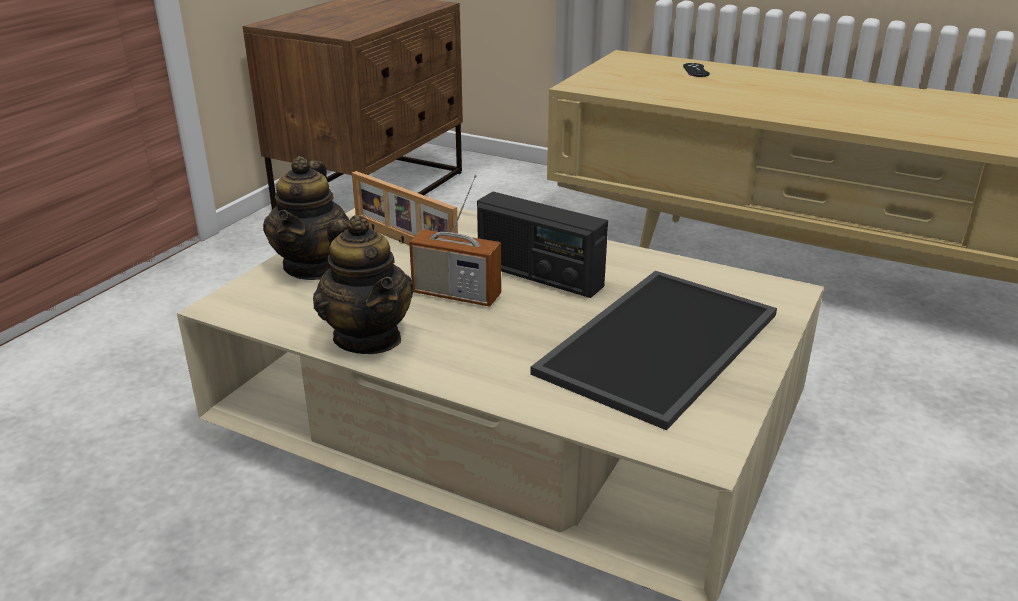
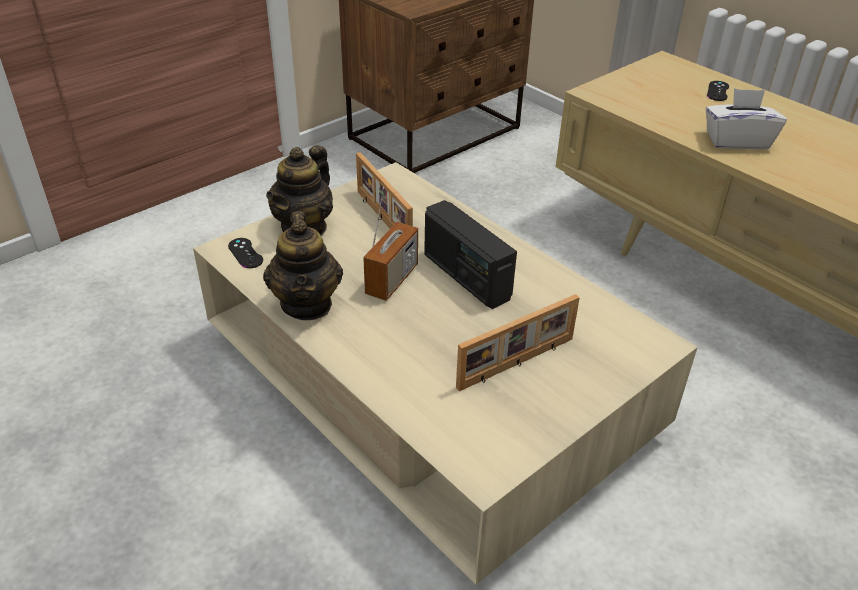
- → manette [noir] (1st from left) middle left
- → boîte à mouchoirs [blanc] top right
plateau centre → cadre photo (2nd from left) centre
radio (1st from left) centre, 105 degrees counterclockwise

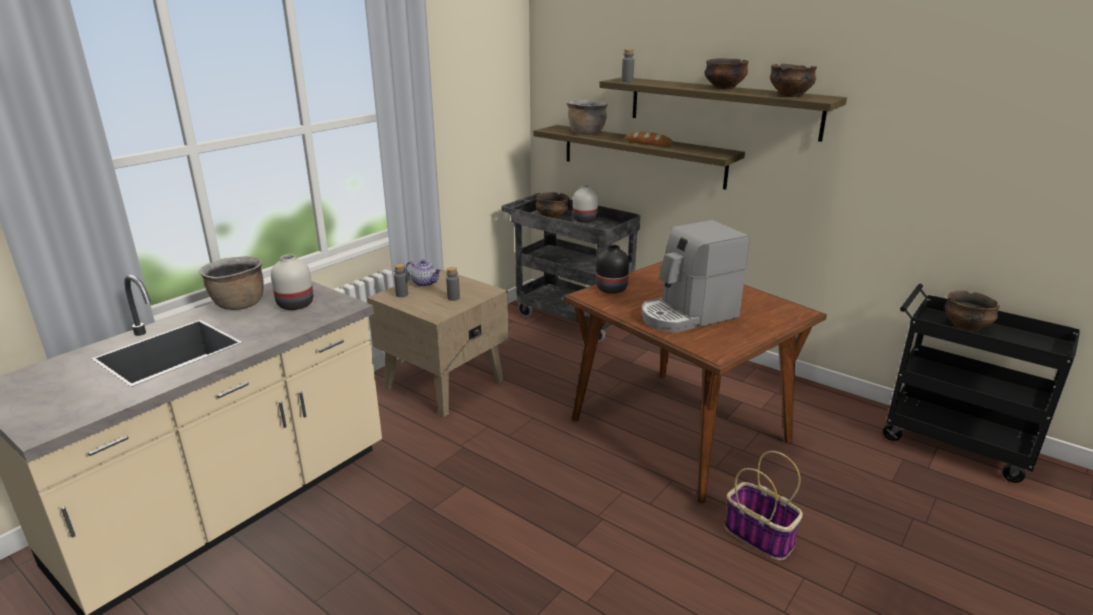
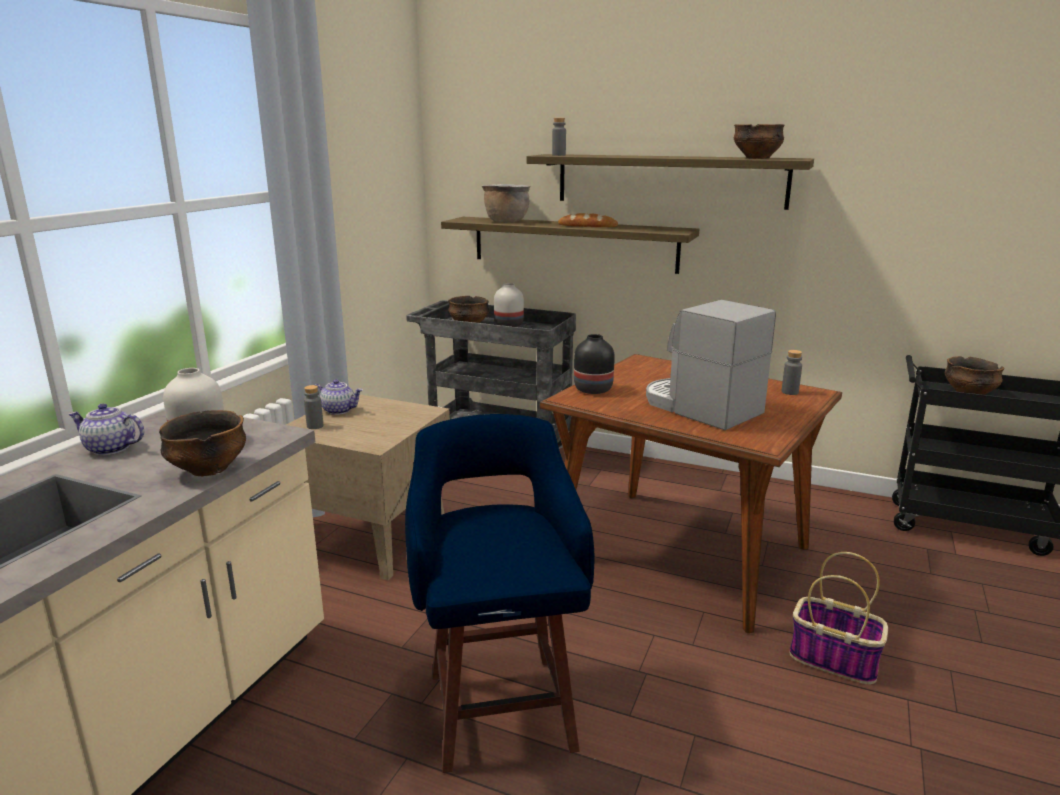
- → tabouret [bleu] bottom centre
bouteille [gris] (2nd from left in the first image) centre → bouteille [gris] (3rd from left) middle right, moved
bol (2nd from left in the first image) top centre → bol (1st from left) middle left, moved
marmite [marron] (1st from left) middle left → théière (1st from left) middle left
machine à café centre → machine à café middle right, 90 degrees clockwise

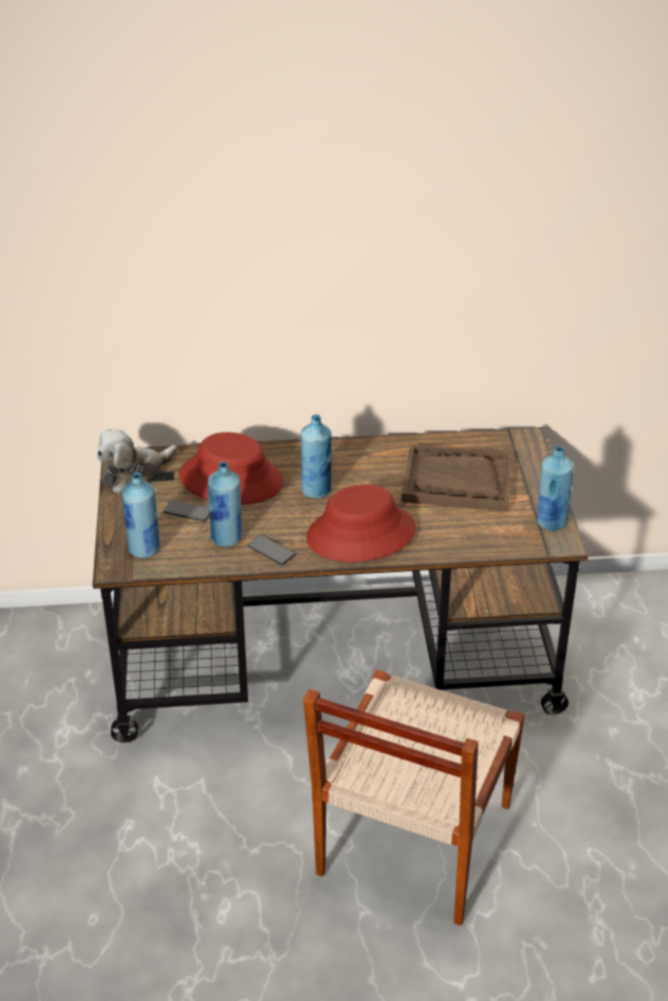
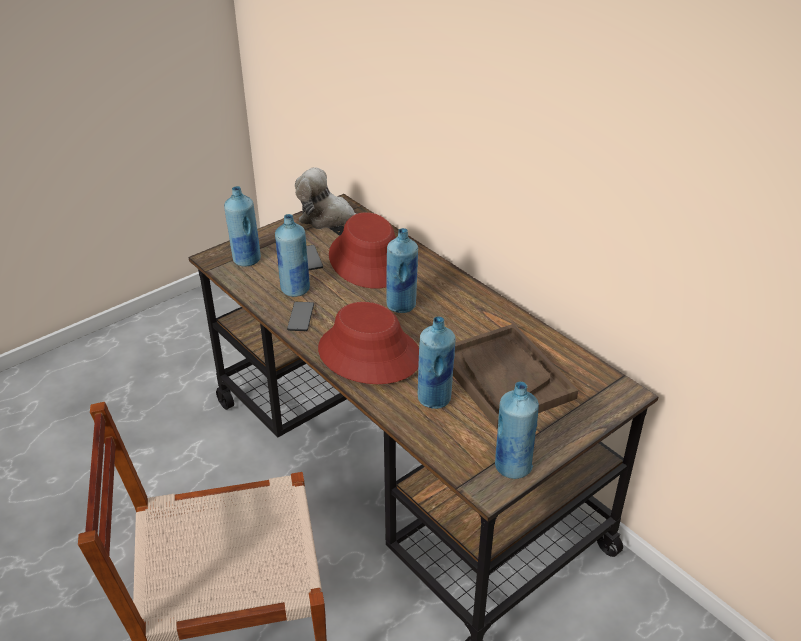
- → bouteille [bleu] (4th from left) centre

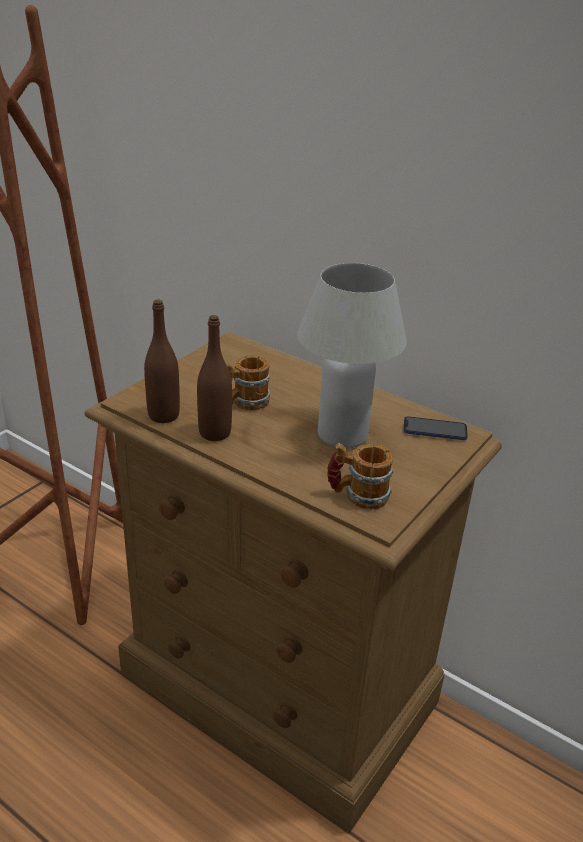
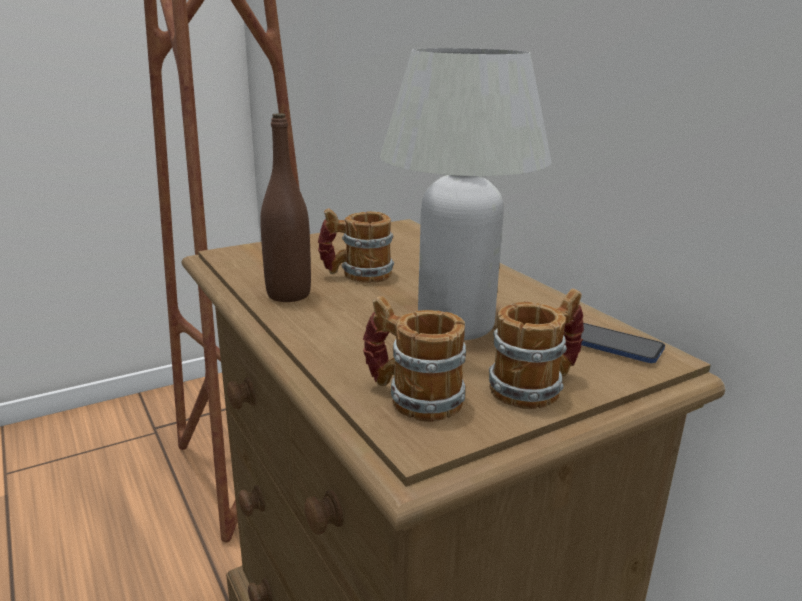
bouteille [marron] (1st from left) middle left → -
- → mug (3rd from left) middle right

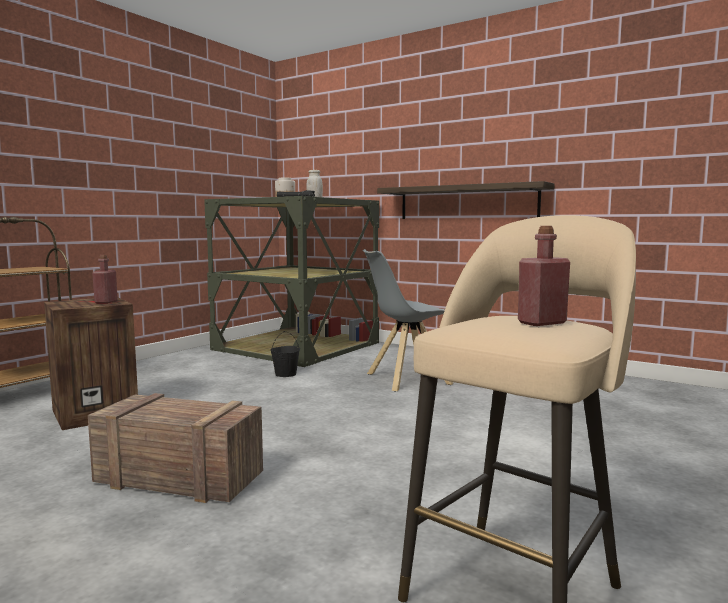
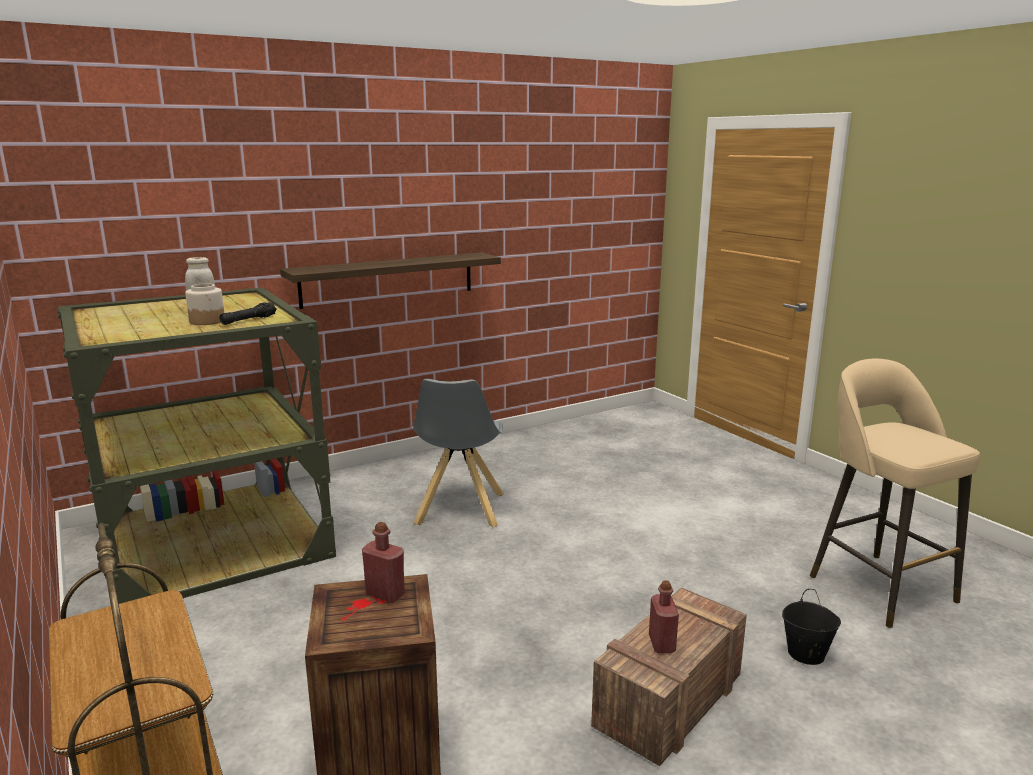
seau [noir] centre → seau [noir] bottom right, moved
bouteille [rouge] (2nd from left) middle right → bouteille [rouge] (2nd from left) bottom centre, moved

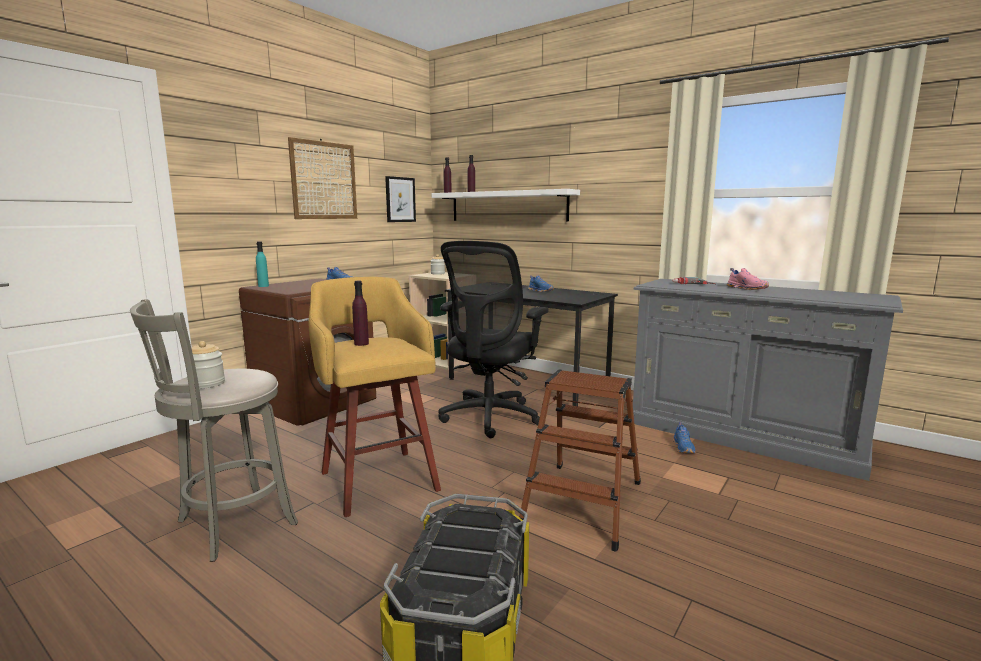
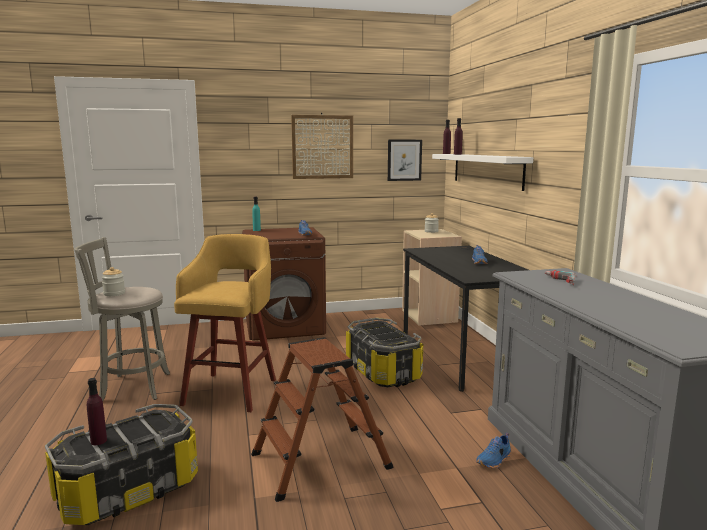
chaussure [rose] middle right → -
bouteille [violet] (1st from left) centre → bouteille [violet] (1st from left) bottom left, moved
chaise de bureau [noir] centre → boîte de rangement (2nd from left) centre

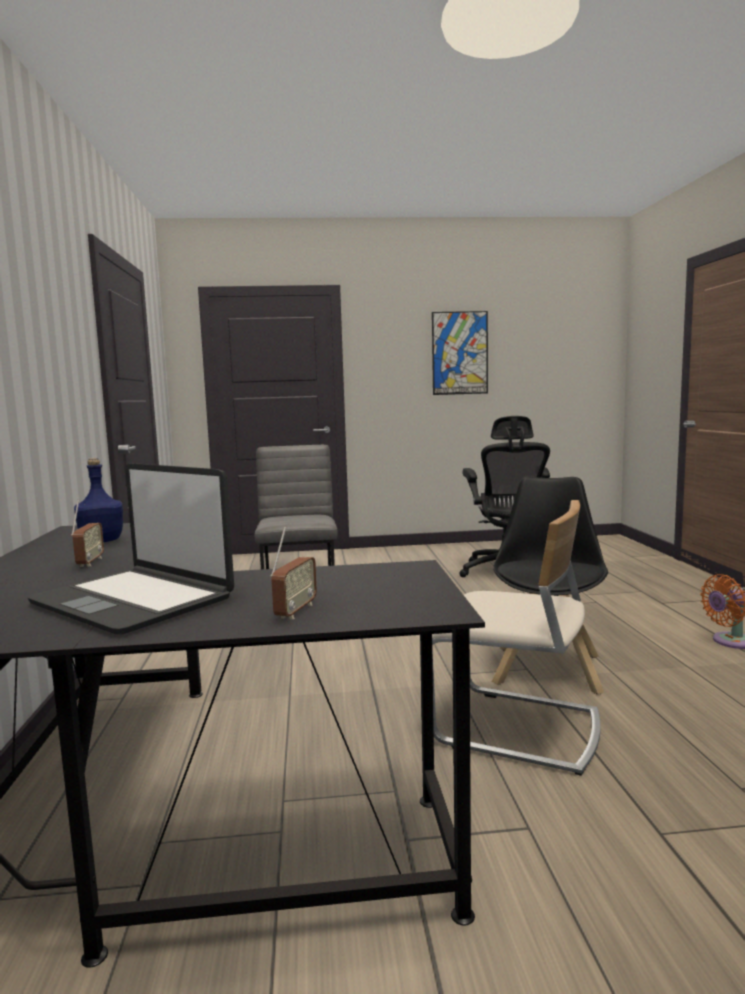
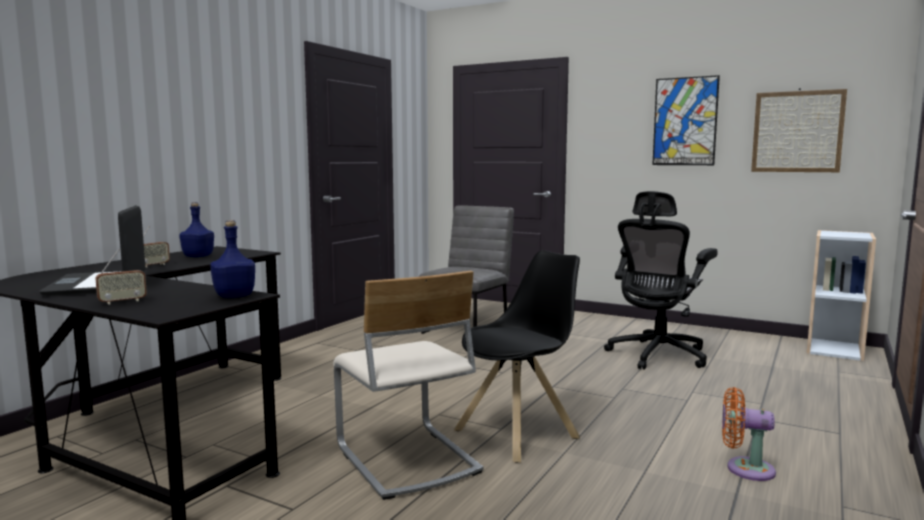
- → bouteille [bleu] (2nd from left) middle left
- → tableau (2nd from left) top right
- → bibliothèque middle right

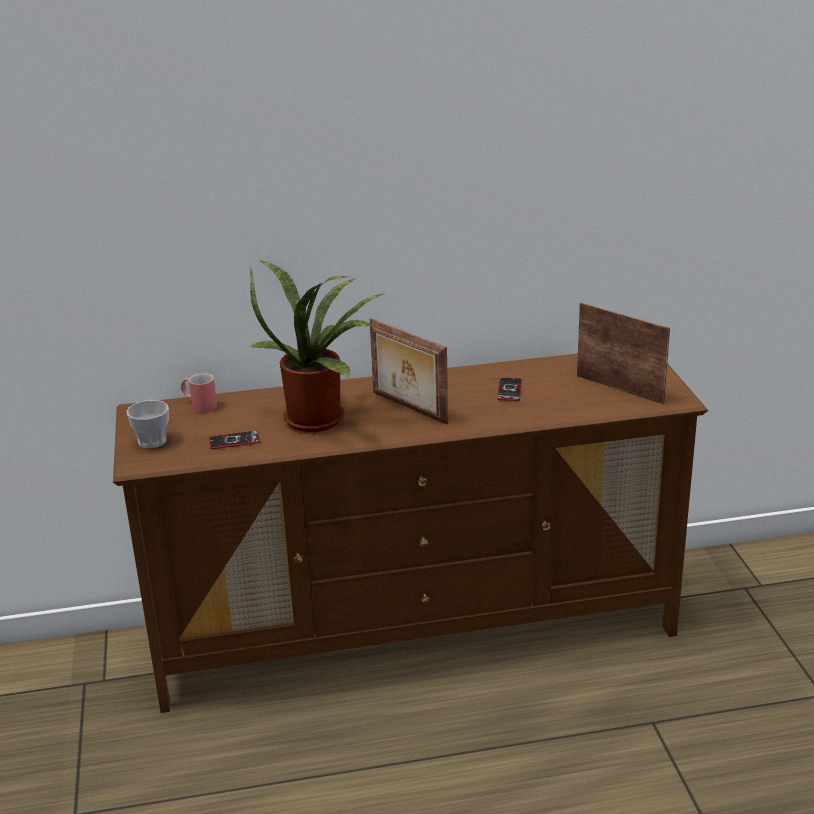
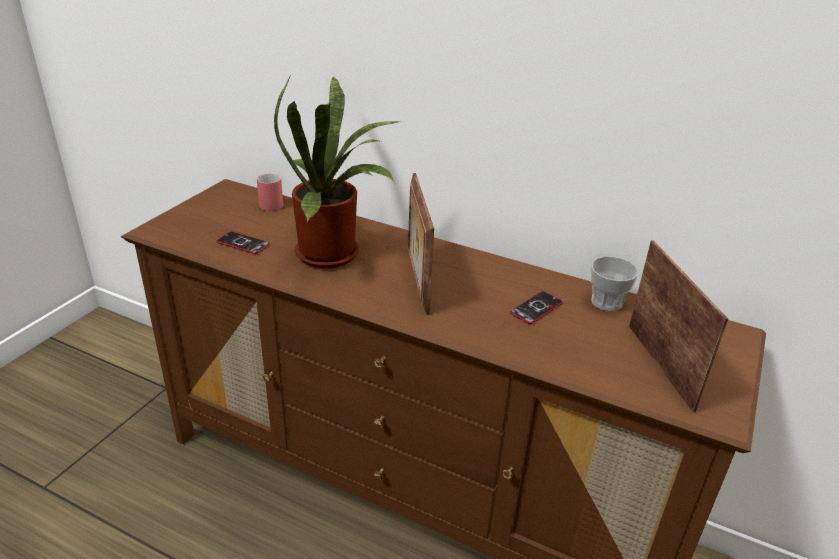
tasse middle left → tasse middle right, moved

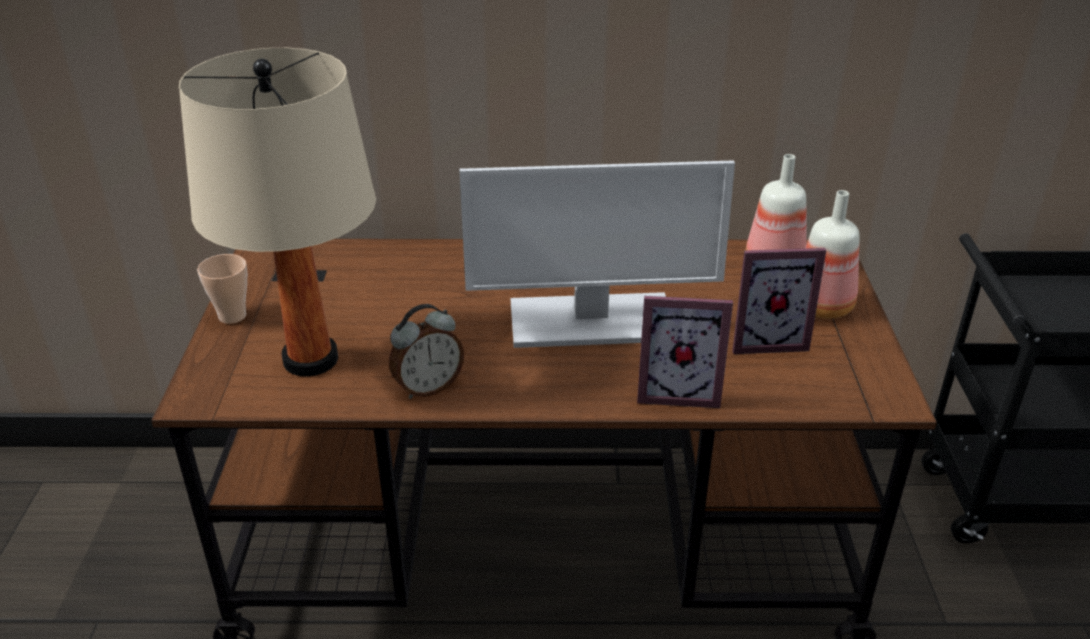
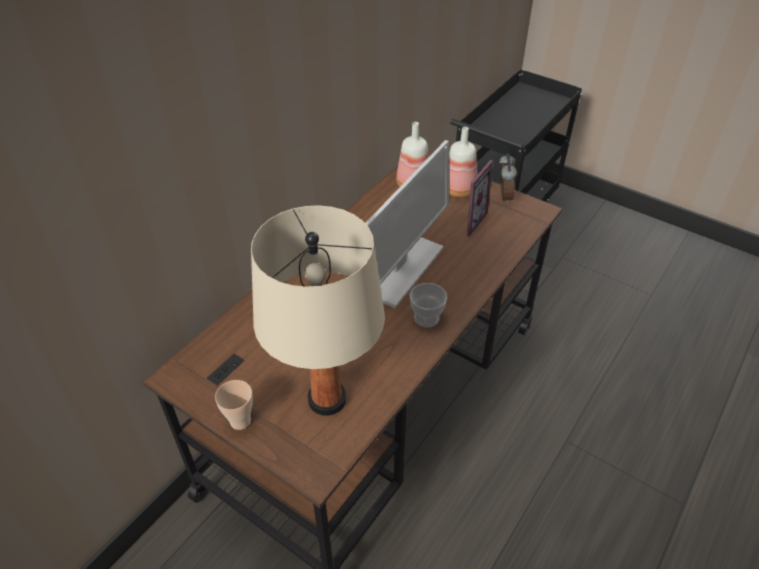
cadre photo (1st from left) centre → -
- → tasse (2nd from left) centre
réveil centre → réveil top right, moved

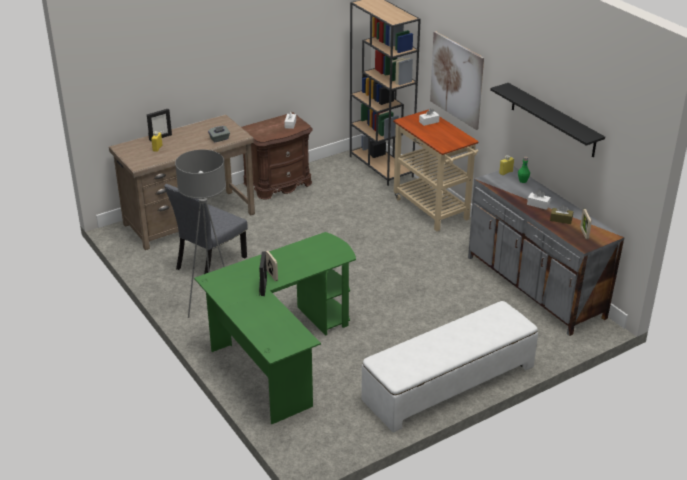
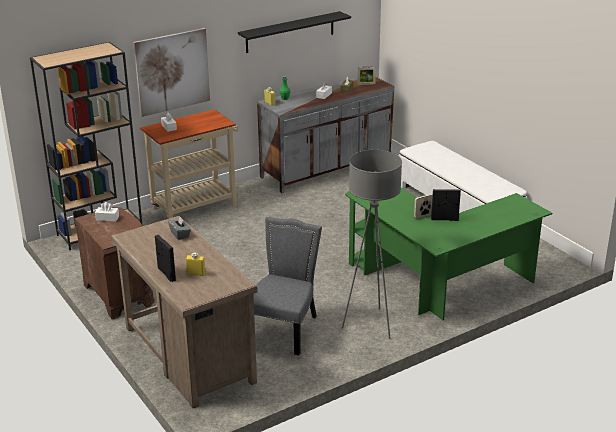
chaise [gris] middle left → chaise [gris] centre, 105 degrees counterclockwise

